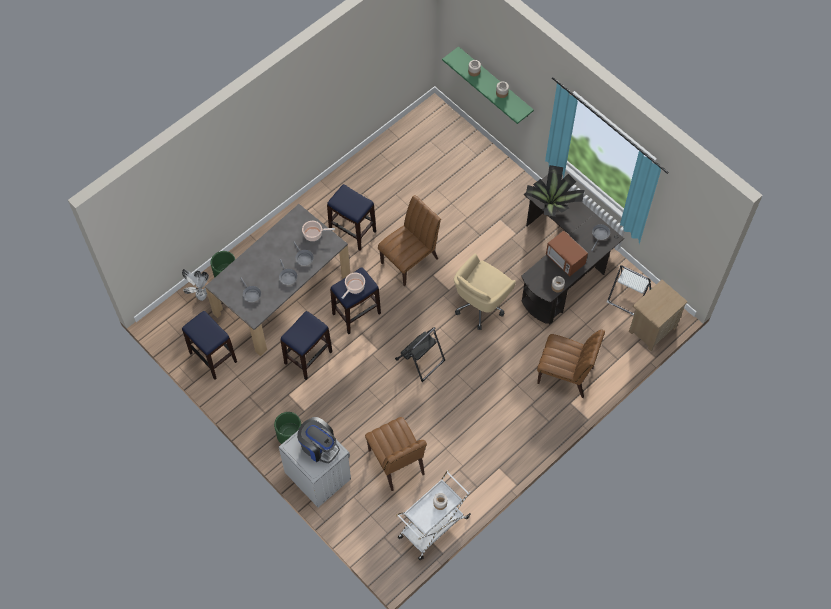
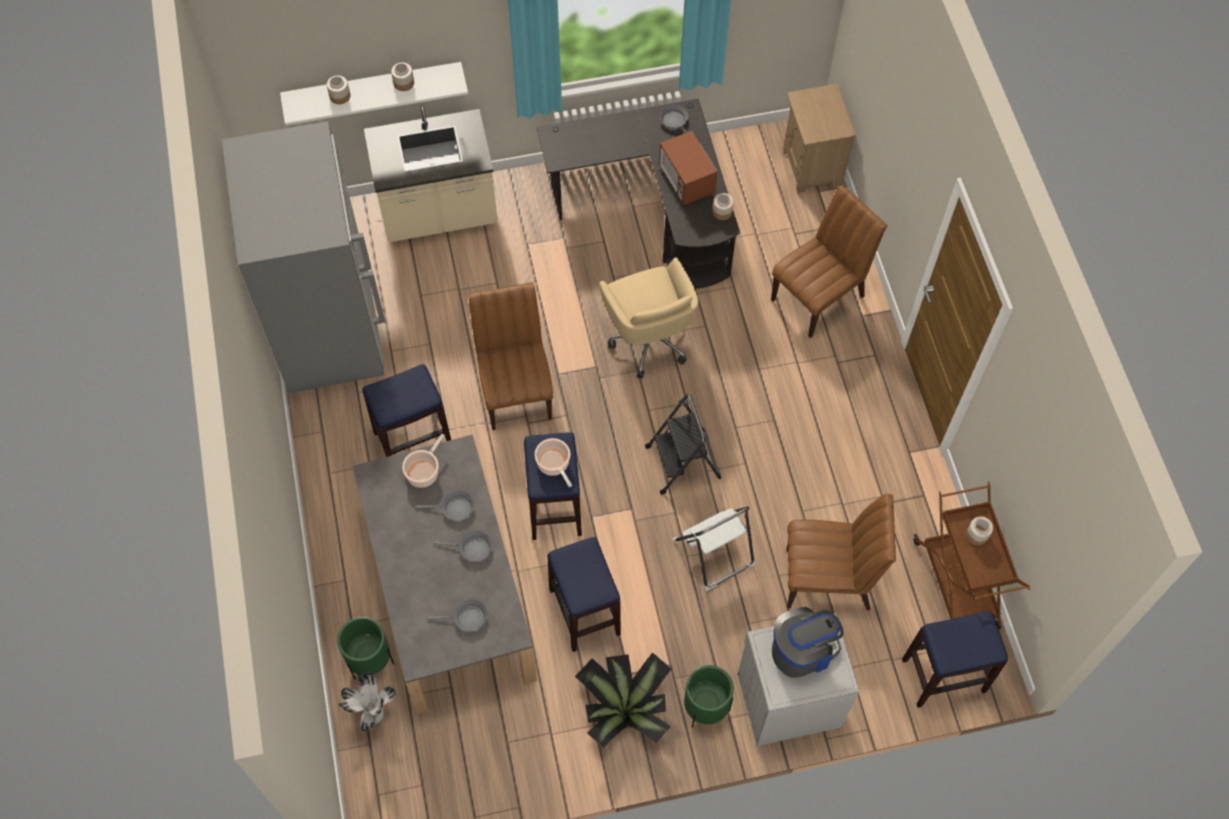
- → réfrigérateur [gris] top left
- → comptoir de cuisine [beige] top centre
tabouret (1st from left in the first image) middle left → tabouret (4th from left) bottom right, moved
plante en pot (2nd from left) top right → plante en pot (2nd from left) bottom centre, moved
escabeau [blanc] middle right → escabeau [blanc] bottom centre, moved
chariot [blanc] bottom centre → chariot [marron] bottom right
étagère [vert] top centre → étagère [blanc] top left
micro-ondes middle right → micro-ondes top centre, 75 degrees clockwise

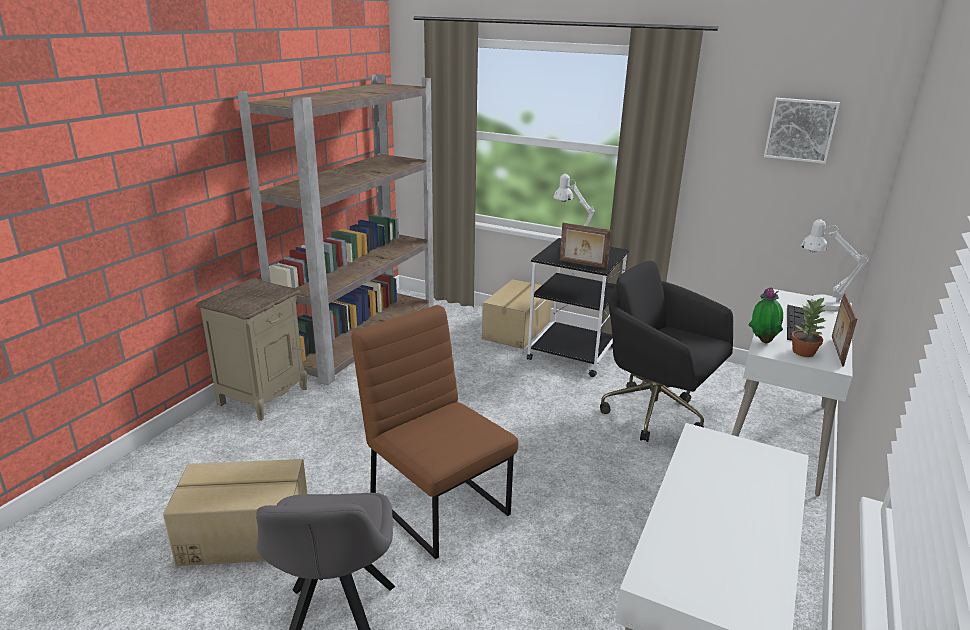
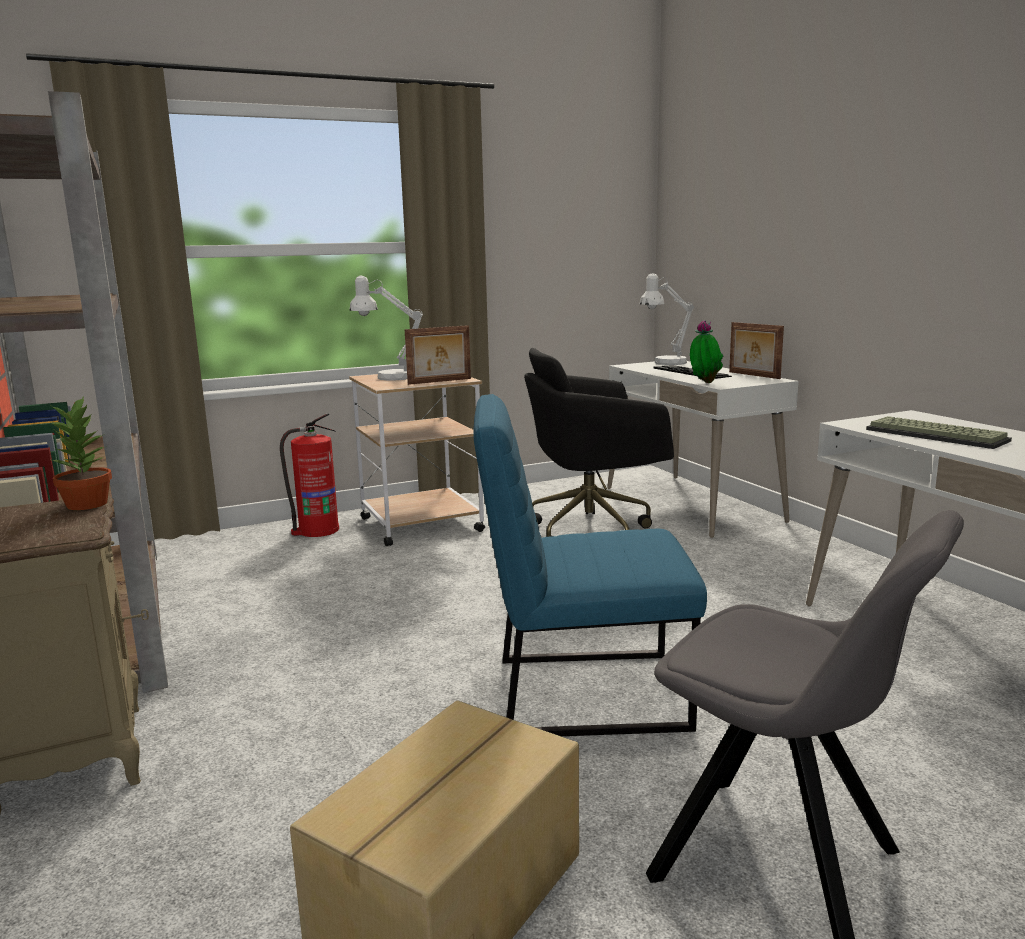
tableau top right → -
- → clavier (2nd from left) middle right
plante en pot (2nd from left in the first image) middle right → plante en pot (1st from left) middle left, moved
carton (2nd from left) centre → extincteur middle left
chaise [marron] bottom centre → chaise [bleu] centre
chariot [noir] centre → chariot [beige] centre

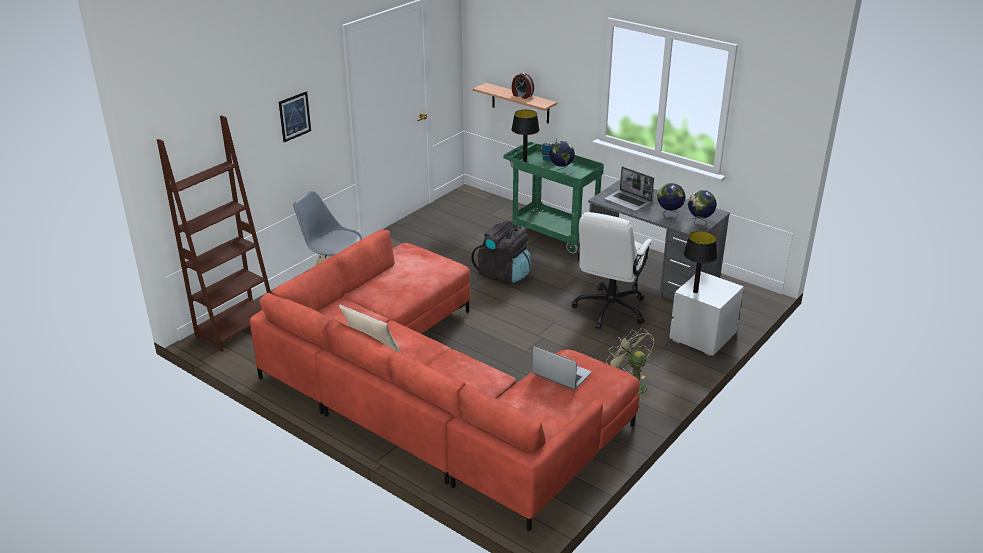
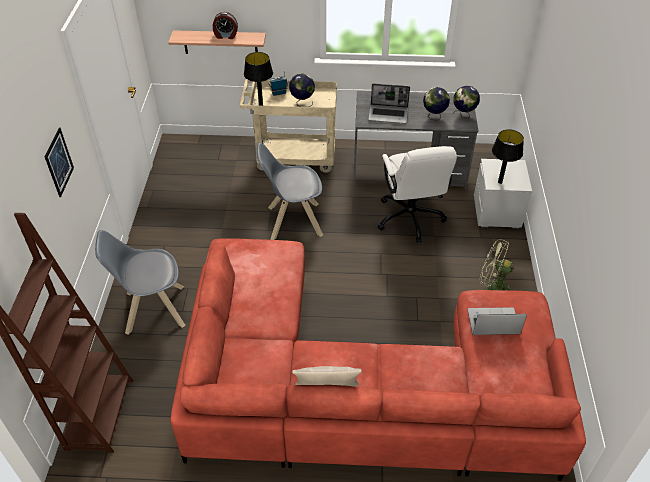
sac à dos [noir] centre → chaise [gris] (2nd from left) centre
chariot [vert] centre → chariot [beige] top centre

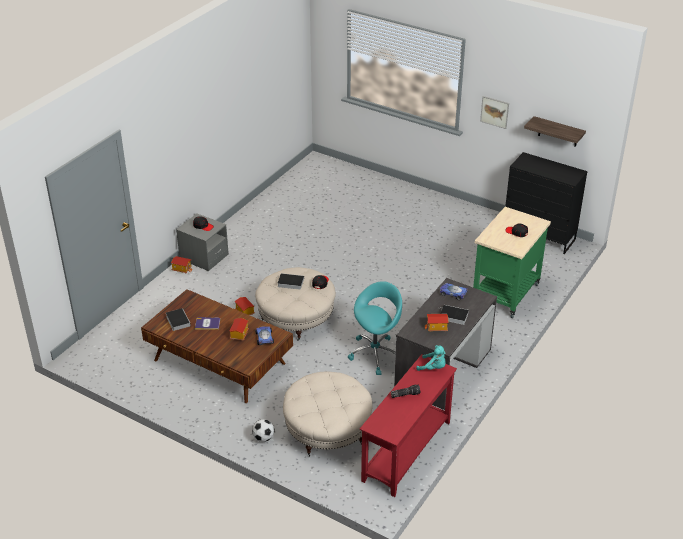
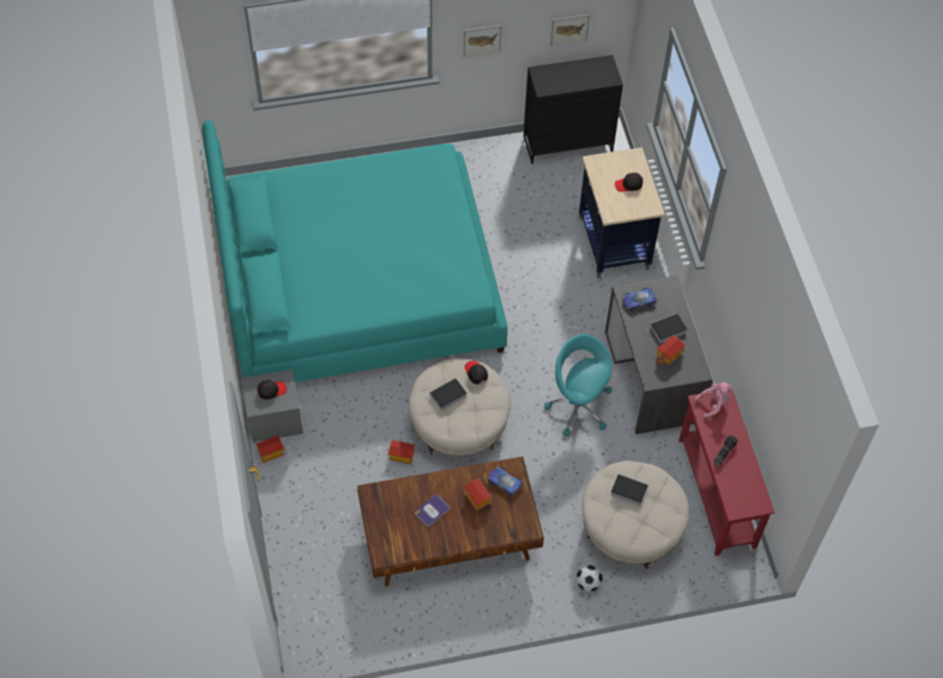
- → lit [turquoise] centre
livre (1st from left in the first image) middle left → livre (3rd from left) bottom right, moved
étagère top right → tableau (2nd from left) top centre
peluche [turquoise] centre → peluche [rose] middle right
chariot [vert] middle right → chariot [bleu] top centre
chaise de bureau [turquoise] centre, 75 degrees counterclockwise

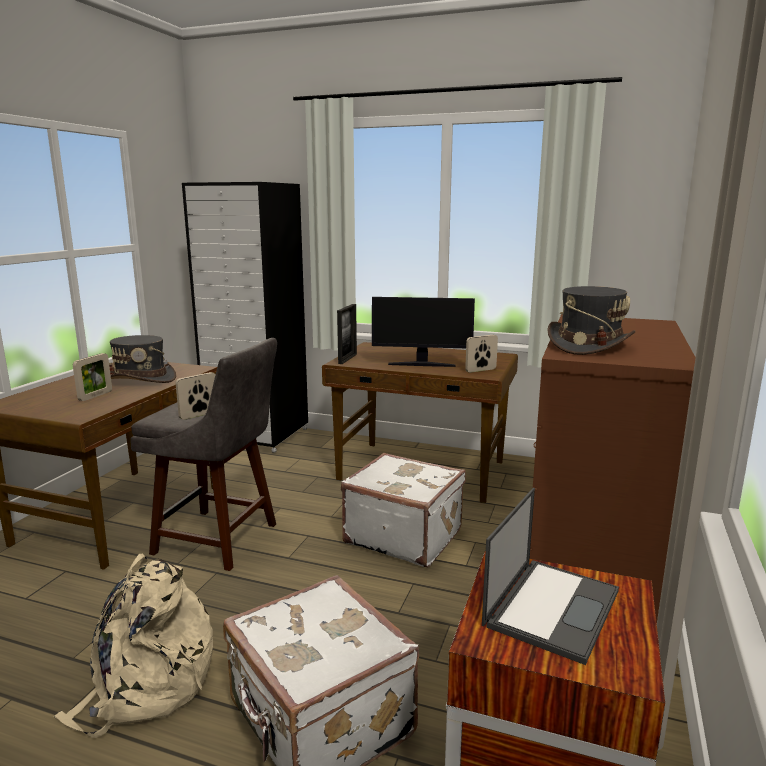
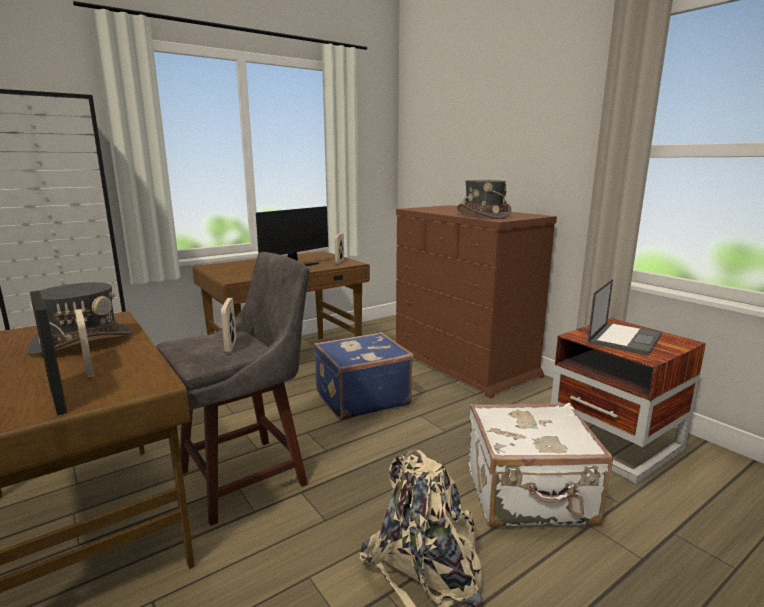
cadre photo (3rd from left in the first image) centre → cadre photo (1st from left) middle left, moved
valise [blanc] (2nd from left) centre → valise [bleu] centre
ordinateur portable bottom right → ordinateur portable middle right, 60 degrees clockwise

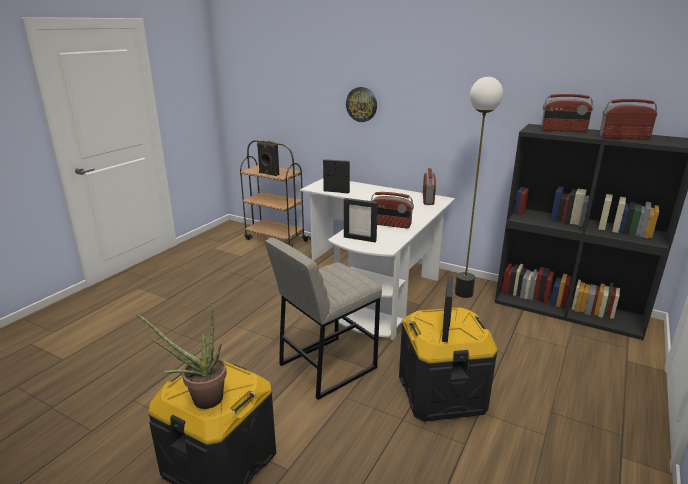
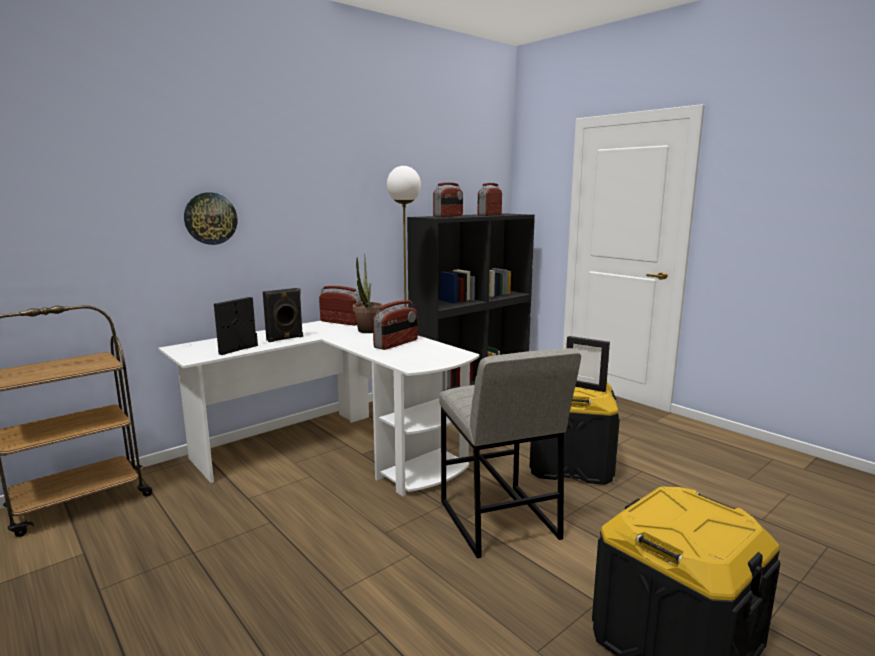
cadre photo (2nd from left) centre → -
plante en pot bottom left → plante en pot centre, moved
enceinte [noir] top centre → enceinte [noir] middle left, moved

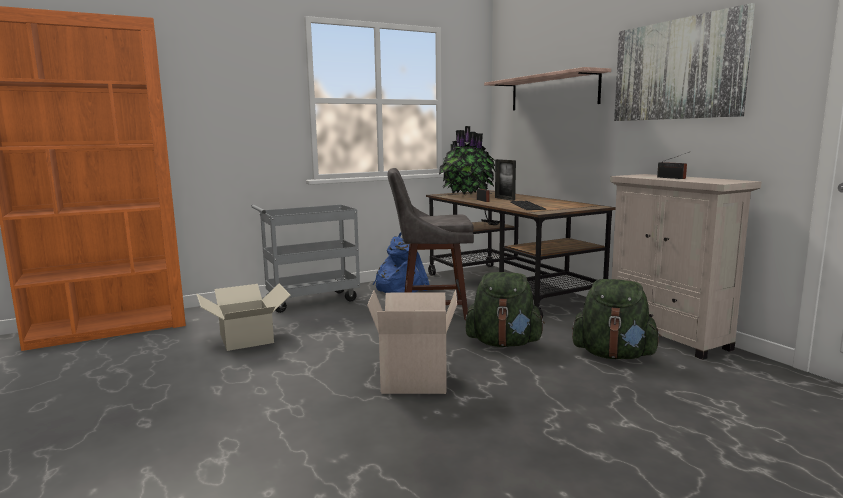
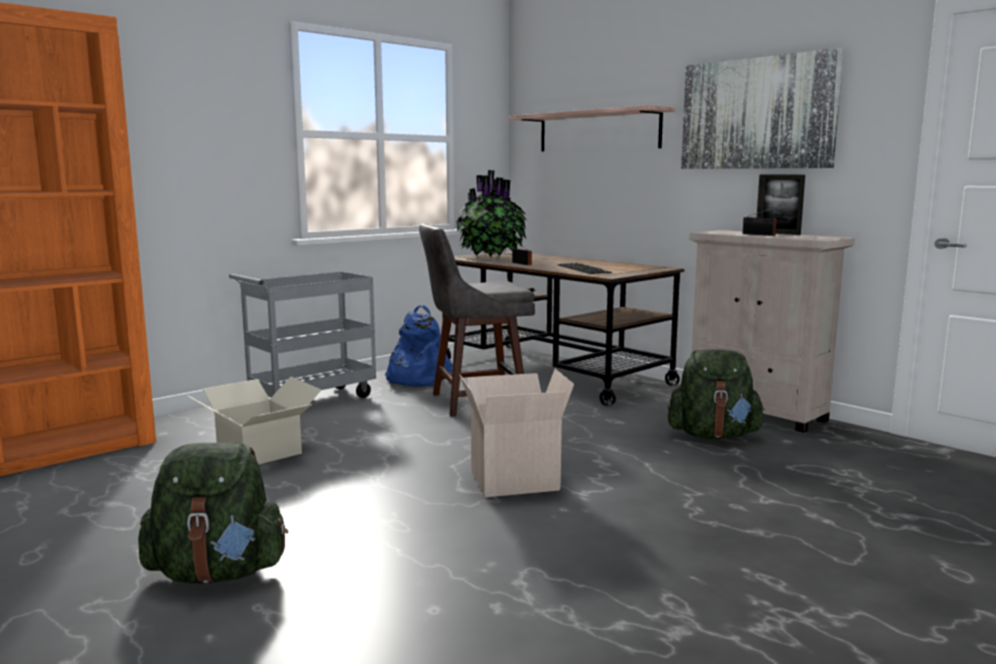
sac à dos [vert] (1st from left) centre → sac à dos [vert] (1st from left) bottom left, moved
cadre photo centre → cadre photo top right, moved

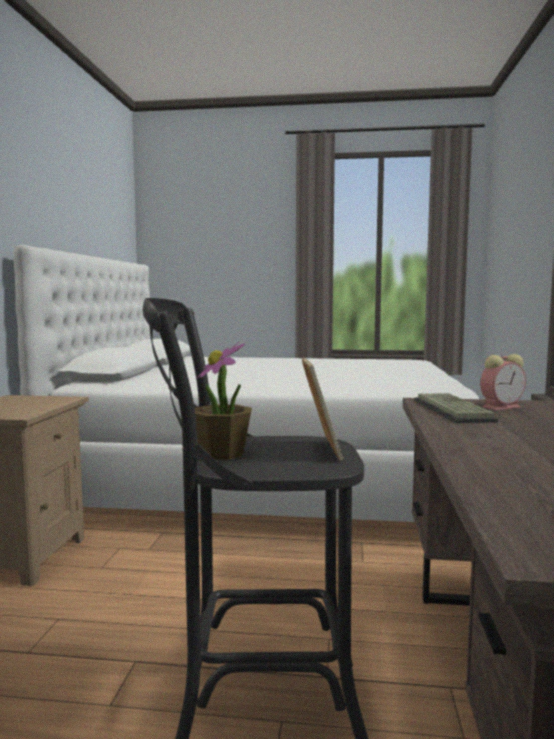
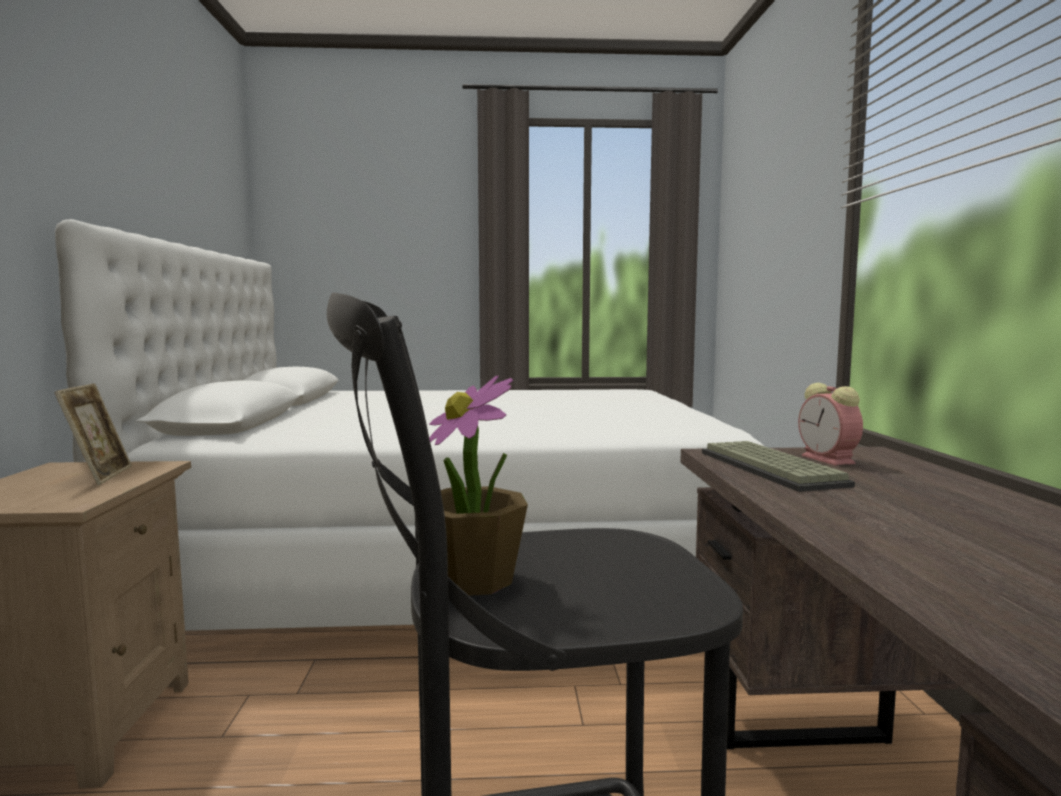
cadre photo centre → cadre photo middle left, moved
réveil middle right, 105 degrees clockwise

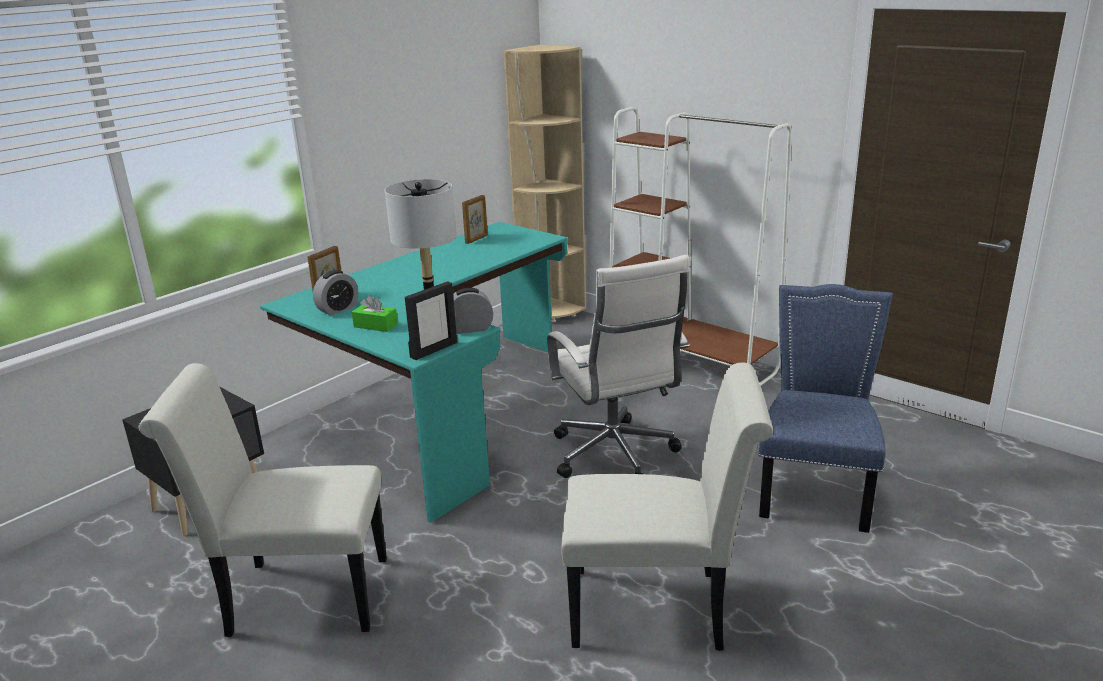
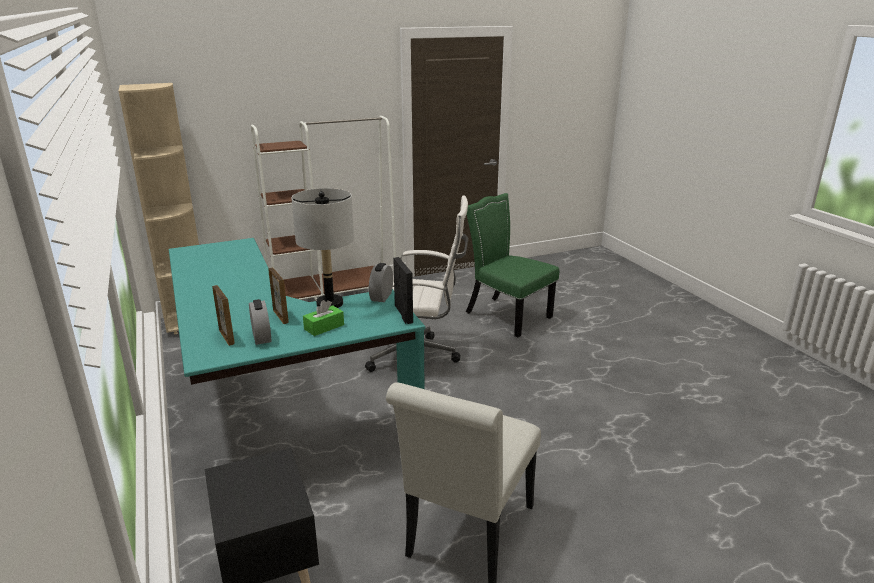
chaise [blanc] (2nd from left) bottom centre → -
cadre photo (3rd from left in the first image) top centre → cadre photo (2nd from left) middle left, moved
chaise [bleu] middle right → chaise [vert] centre

